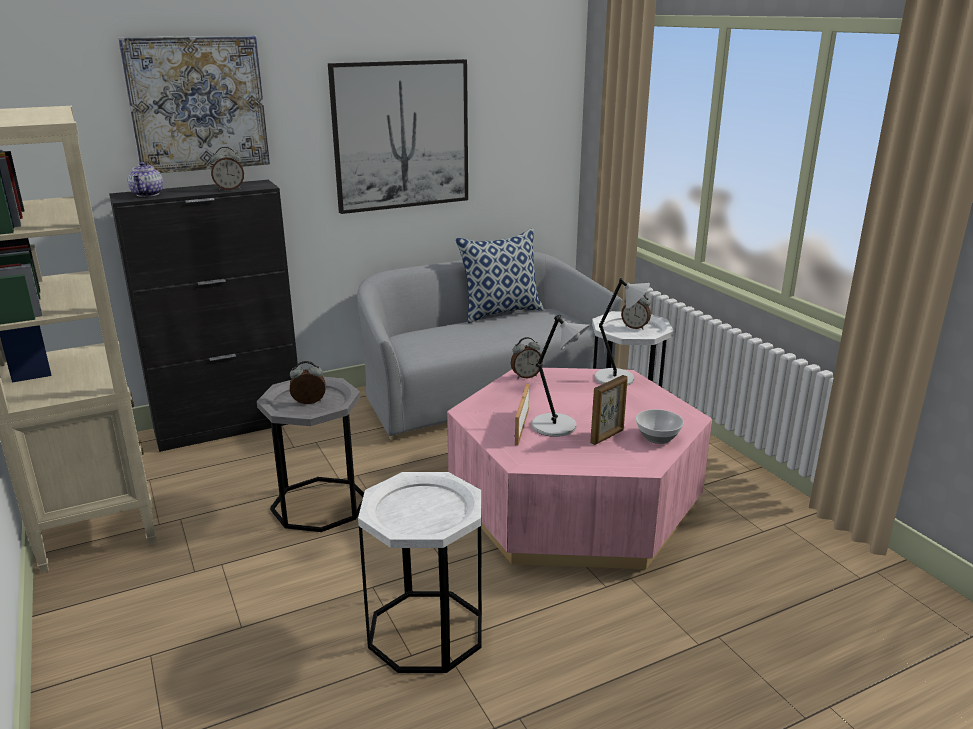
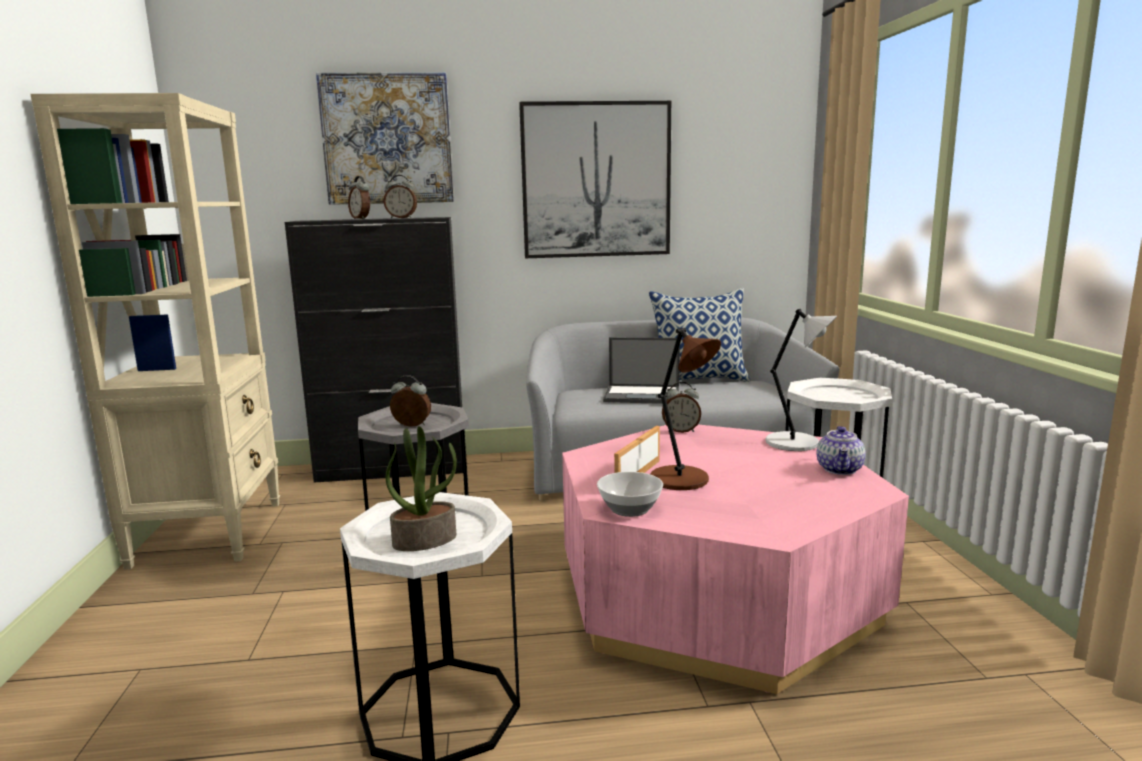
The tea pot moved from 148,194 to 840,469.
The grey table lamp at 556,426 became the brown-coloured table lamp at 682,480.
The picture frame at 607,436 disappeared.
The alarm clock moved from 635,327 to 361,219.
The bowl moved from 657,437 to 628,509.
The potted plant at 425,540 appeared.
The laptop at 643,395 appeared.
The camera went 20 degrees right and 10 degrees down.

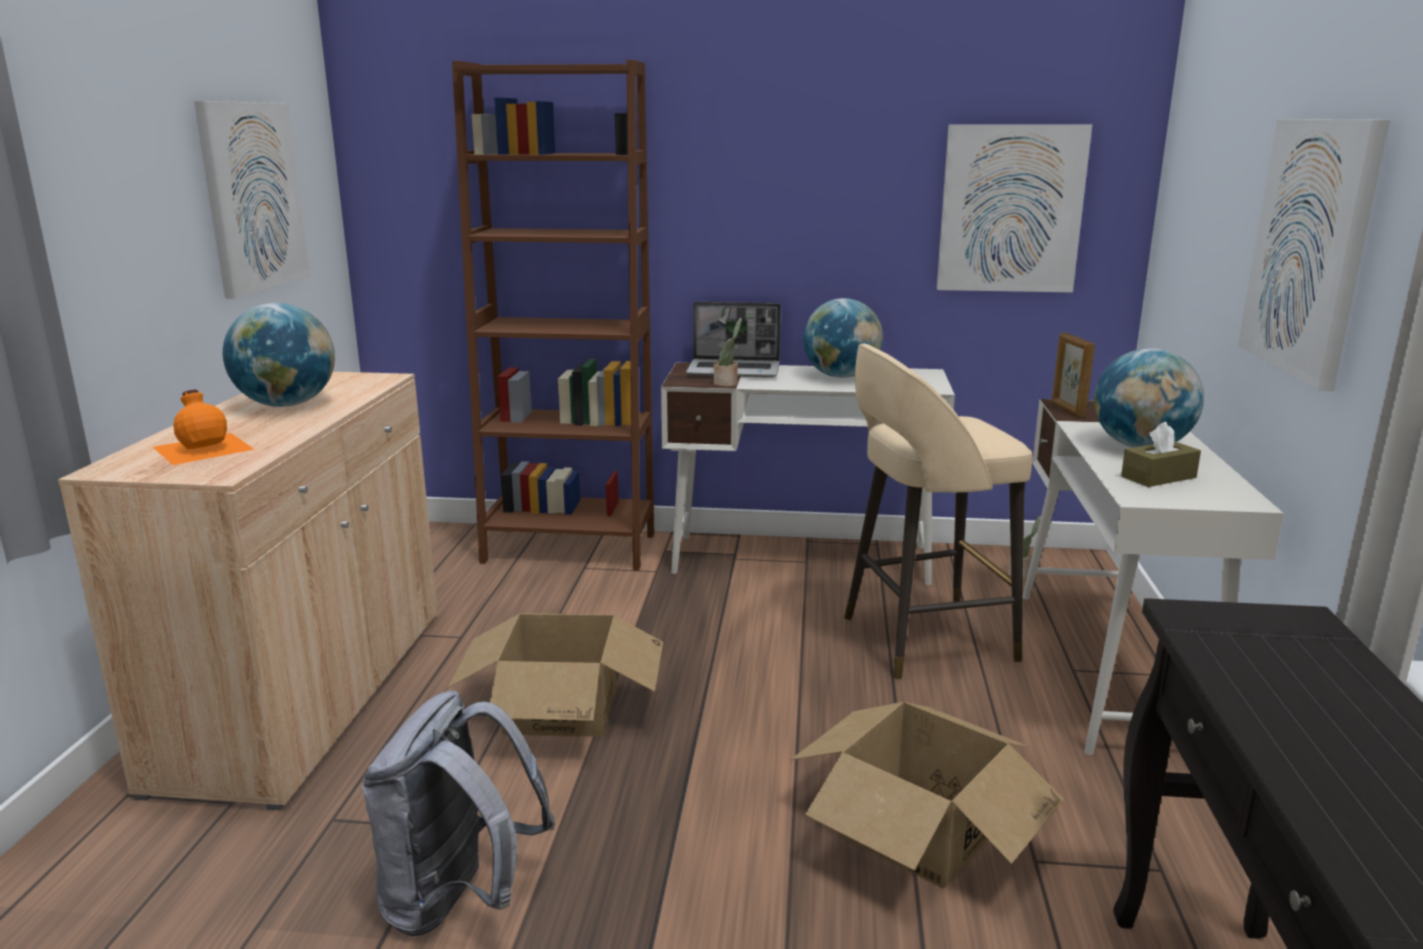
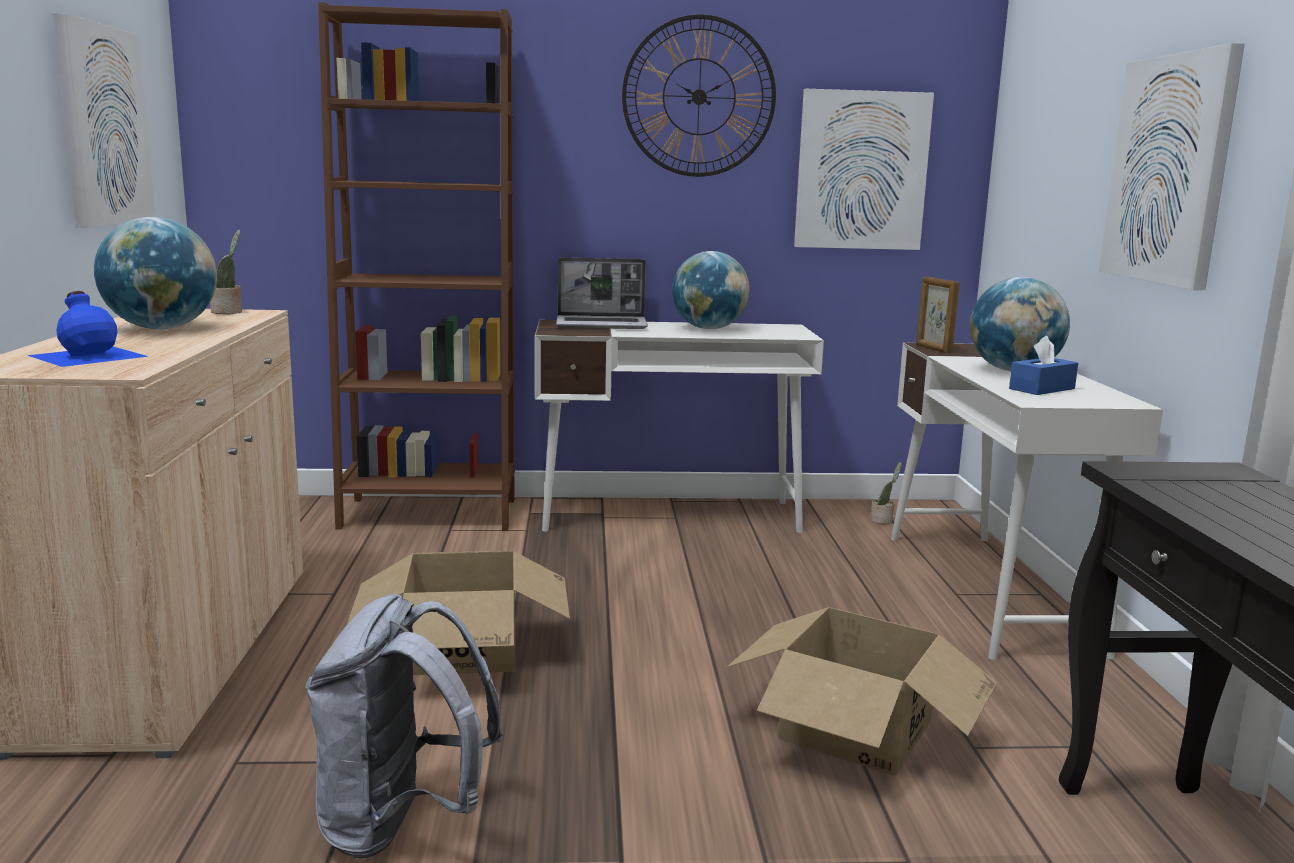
The orangey beverage bottle at 204,447 became the blue beverage bottle at 89,355.
The potted plant moved from 727,384 to 228,312.
The beige-coloured sitting stool at 923,639 disappeared.
The brown-coloured tissue holder at 1158,477 became the blue tissue holder at 1042,389.
The hanging clock at 699,97 appeared.
The camera went 10 degrees left and 5 degrees down.

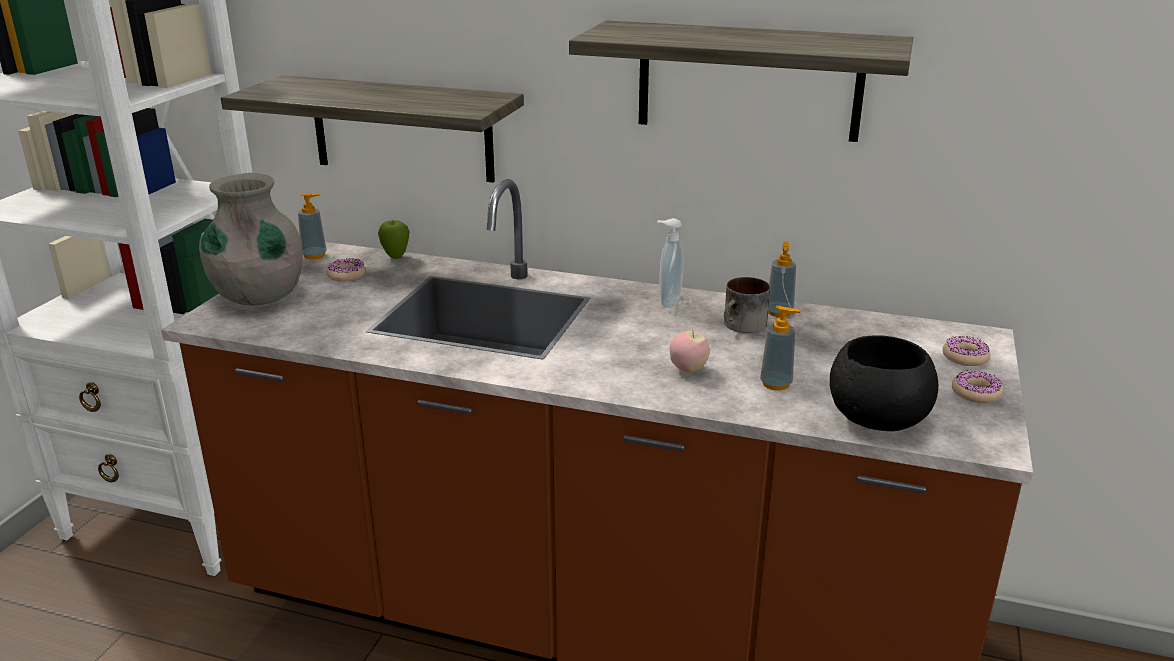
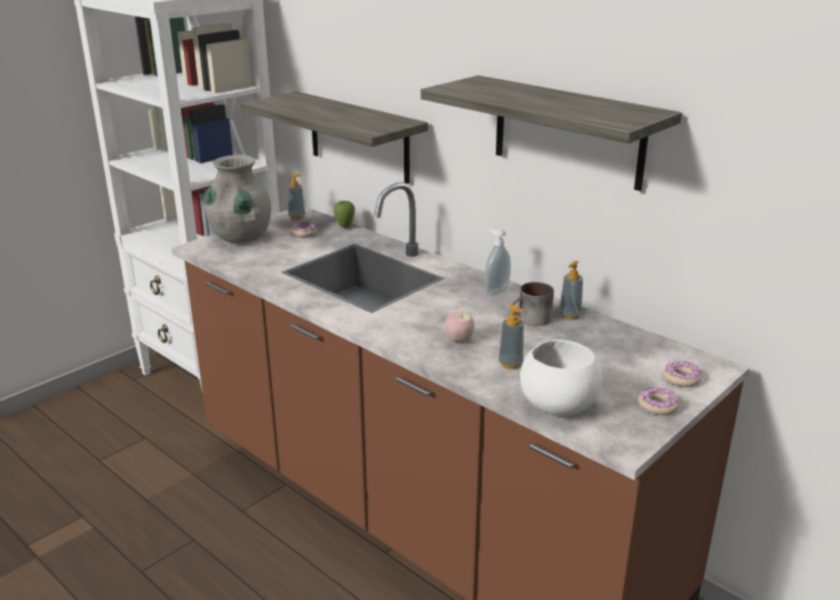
The black-coloured bowl at 876,417 became the whitish bowl at 558,404.
The camera went 25 degrees right and 0 degrees up.

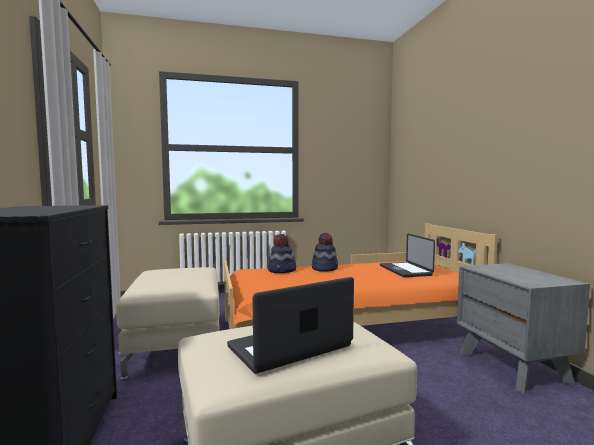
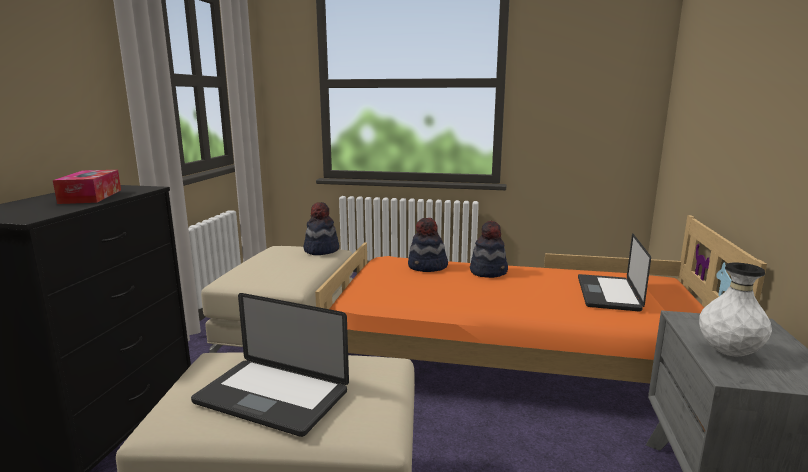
The laptop at 290,347 turned 150 degrees counterclockwise.
The tissue holder at 91,196 appeared.
The wearable hat at 321,250 appeared.
The whitish decorative vase at 728,353 appeared.
The camera went 25 degrees right and 10 degrees up.

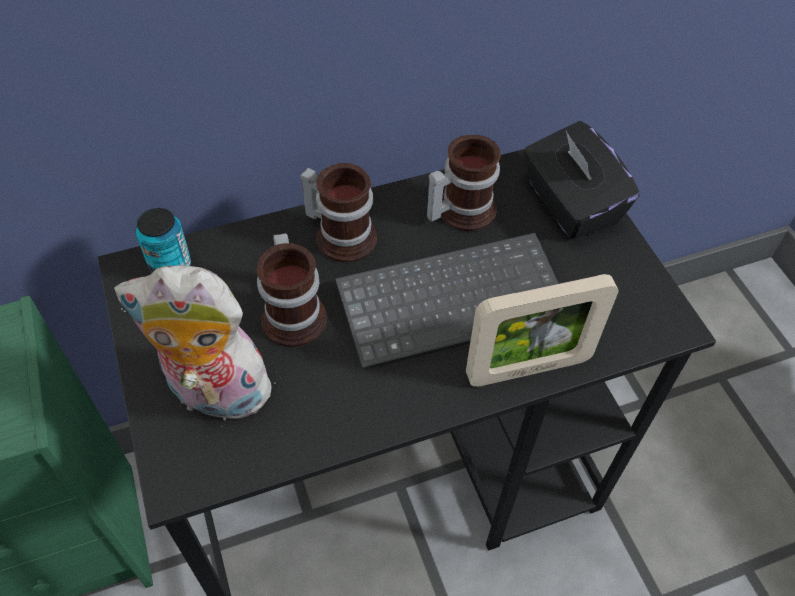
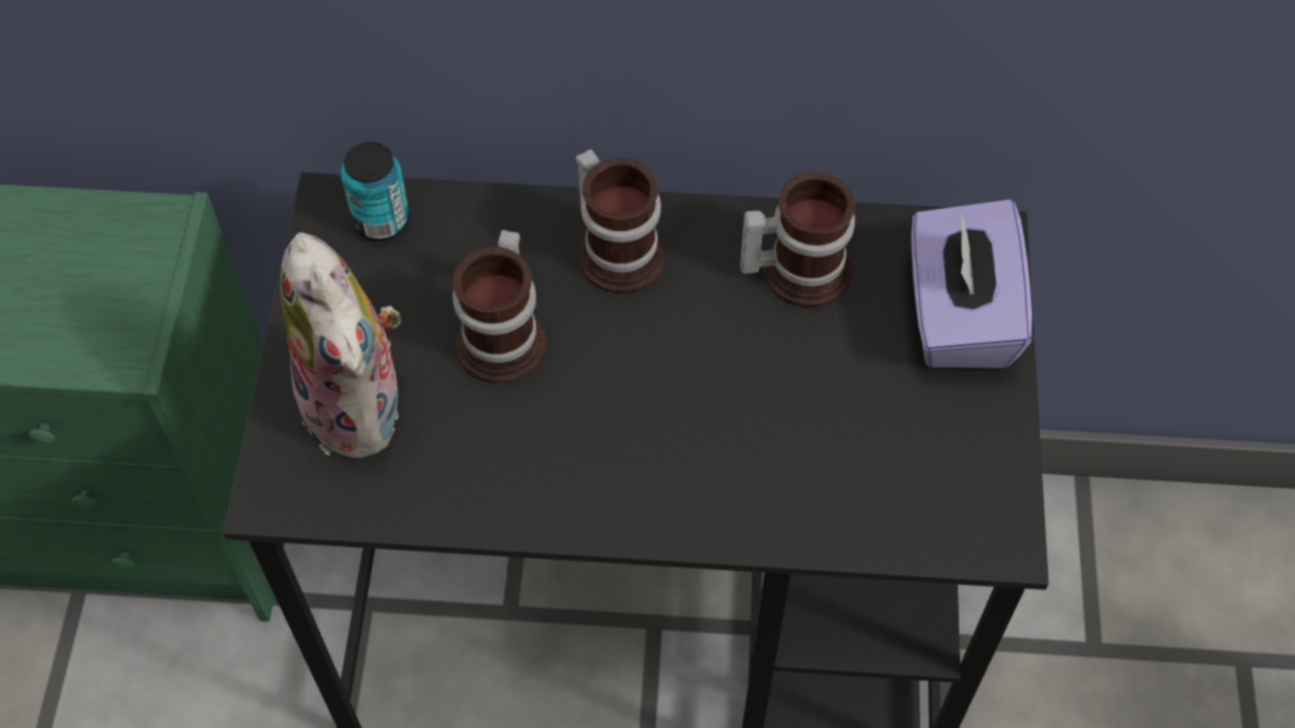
The plush toy at 214,395 turned 150 degrees counterclockwise.
The PC keyboard at 453,299 disappeared.
The picture frame at 528,369 disappeared.
The black-coloured tissue holder at 570,205 became the purplish tissue holder at 957,315.
The camera went 25 degrees right and 5 degrees up.

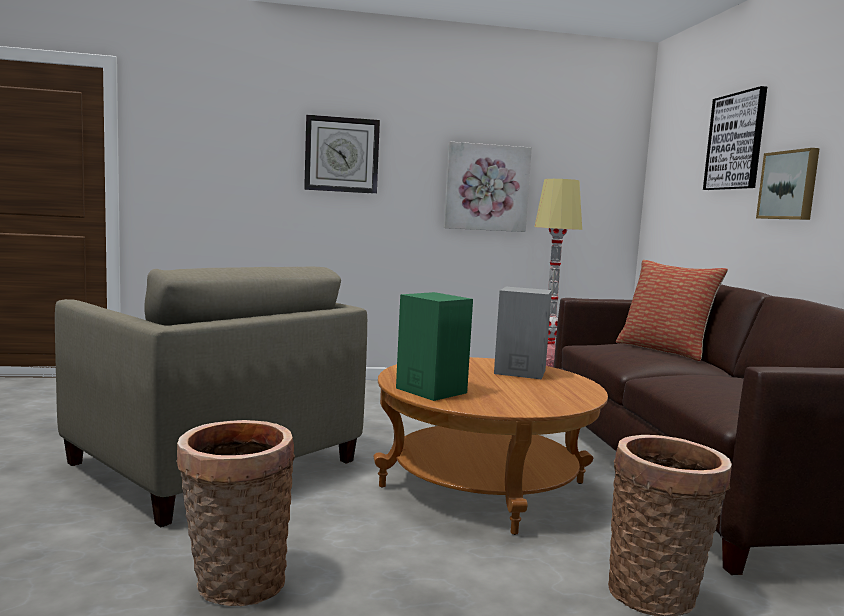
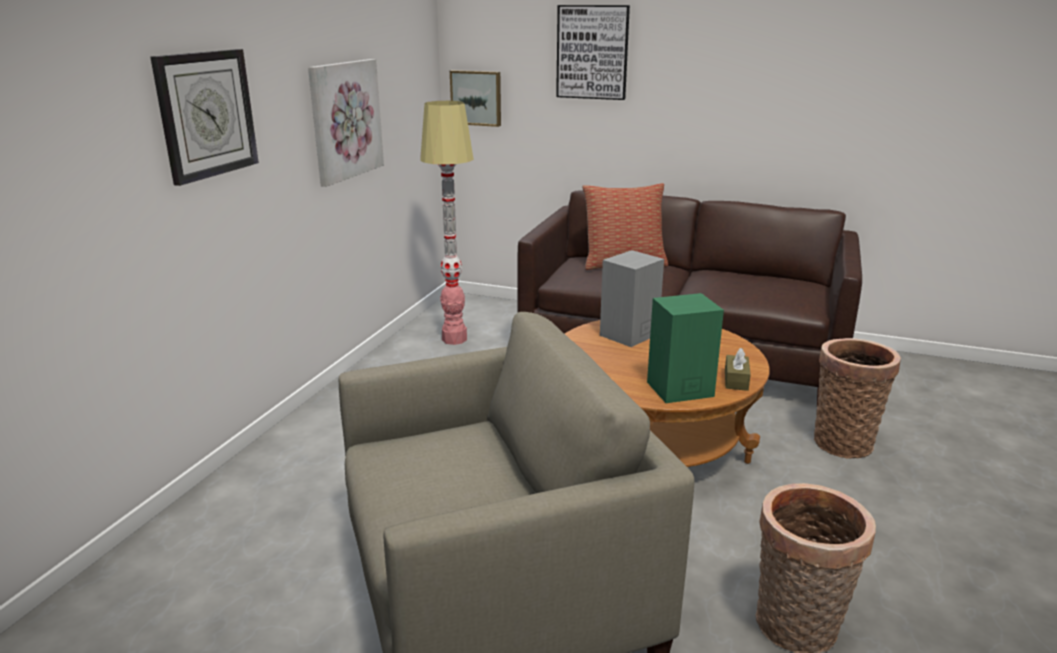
The picture moved from 789,185 to 476,98.
The brown-coloured tissue holder at 736,380 appeared.
The camera went 60 degrees left and 15 degrees up.

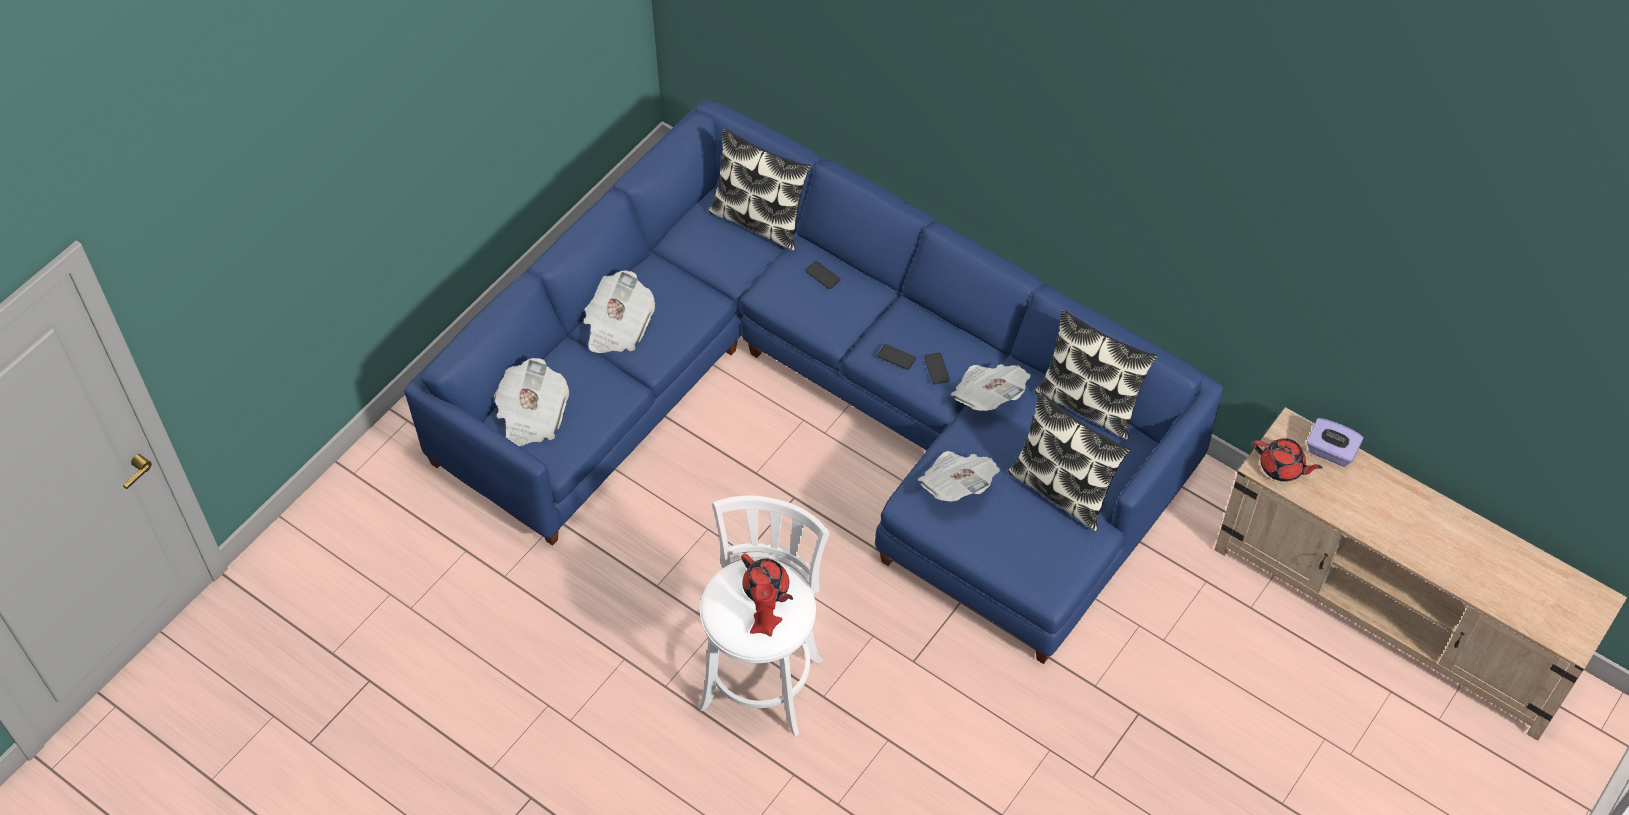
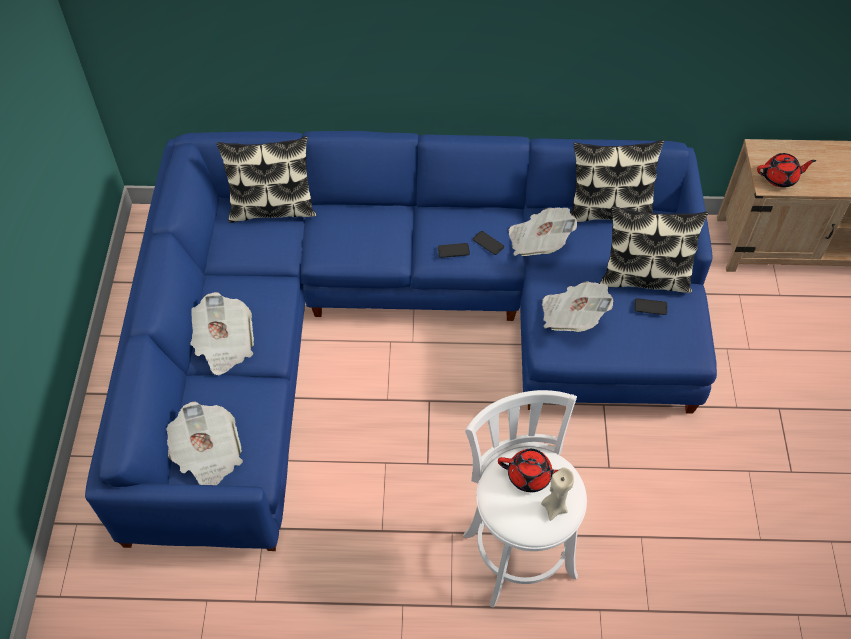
The red candle at 765,625 became the beige-coloured candle at 554,507.
The phone moved from 822,275 to 650,307.
The purplish tissue holder at 1330,452 disappeared.
The camera went 35 degrees left and 0 degrees up.

